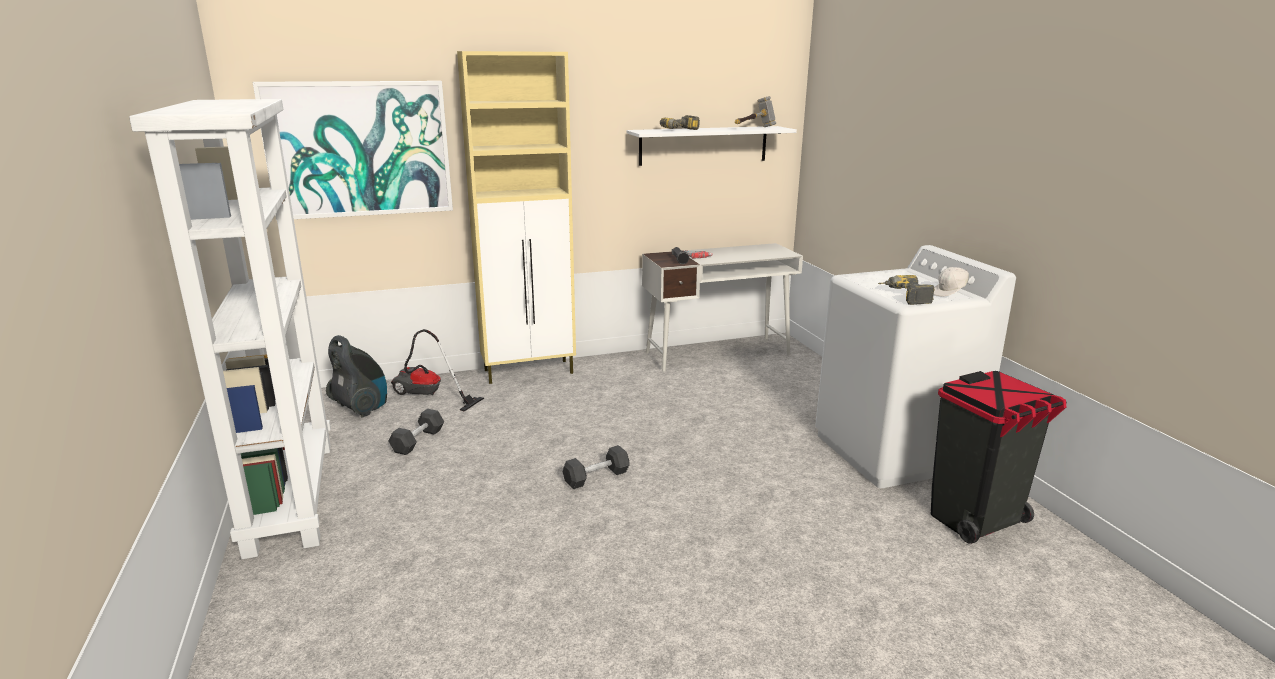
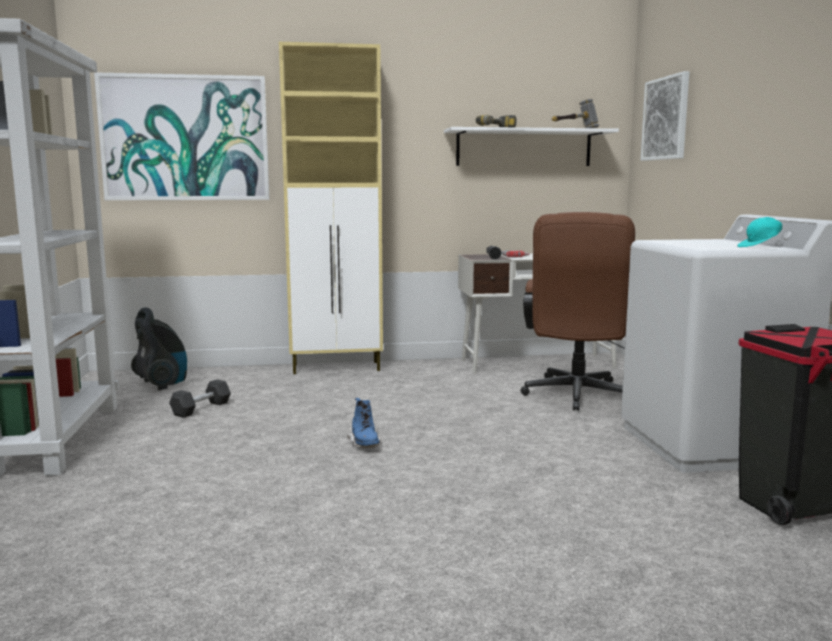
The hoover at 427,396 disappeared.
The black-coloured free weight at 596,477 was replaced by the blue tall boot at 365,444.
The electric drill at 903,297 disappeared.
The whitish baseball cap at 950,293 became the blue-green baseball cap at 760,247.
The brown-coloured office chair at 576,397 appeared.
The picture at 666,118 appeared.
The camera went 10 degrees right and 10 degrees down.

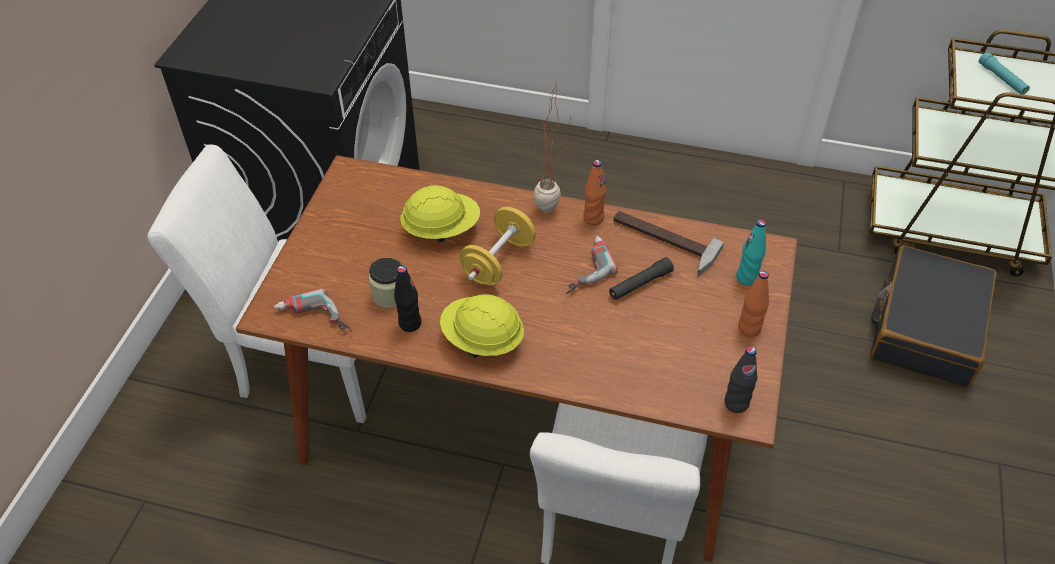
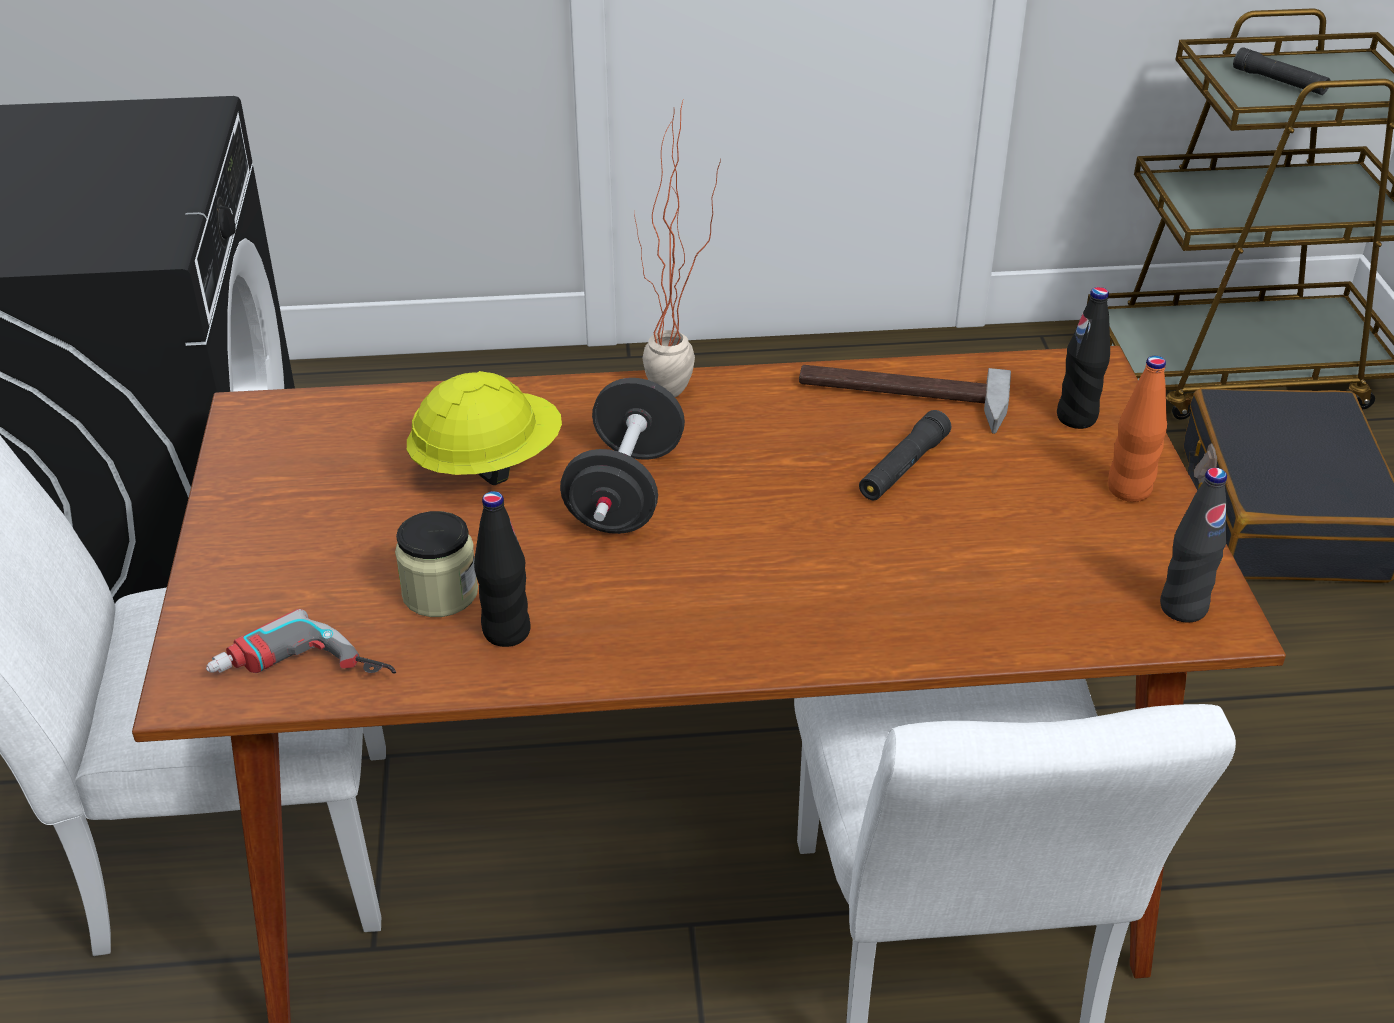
The yellowish work helmet at 482,340 disappeared.
The yellowish free weight at 498,262 became the black-coloured free weight at 625,492.
The electric drill at 583,268 disappeared.
The orangey beverage bottle at 593,218 disappeared.
The blue-green beverage bottle at 747,278 became the black-coloured beverage bottle at 1076,417.
The blue-green hand torch at 1002,79 became the black-coloured hand torch at 1279,82.
The camera went 20 degrees left and 10 degrees down.

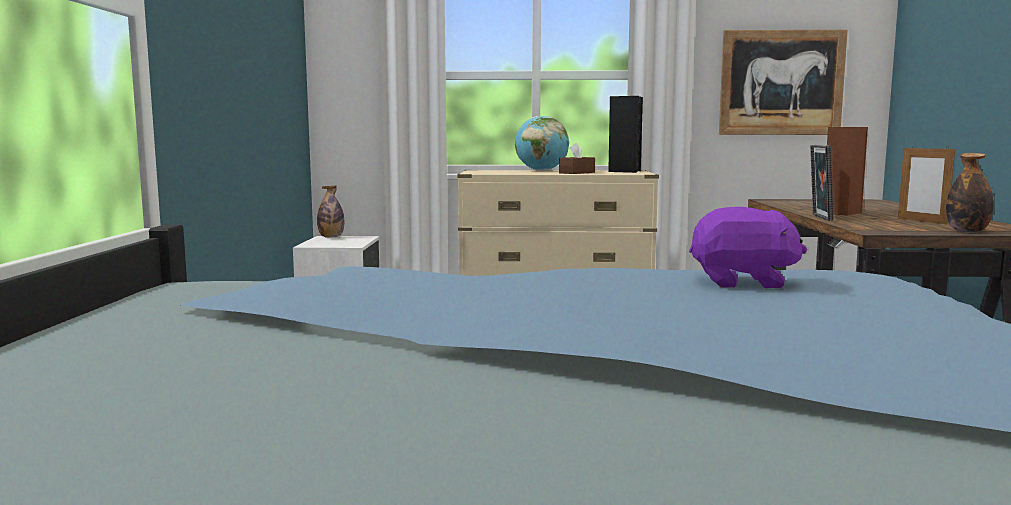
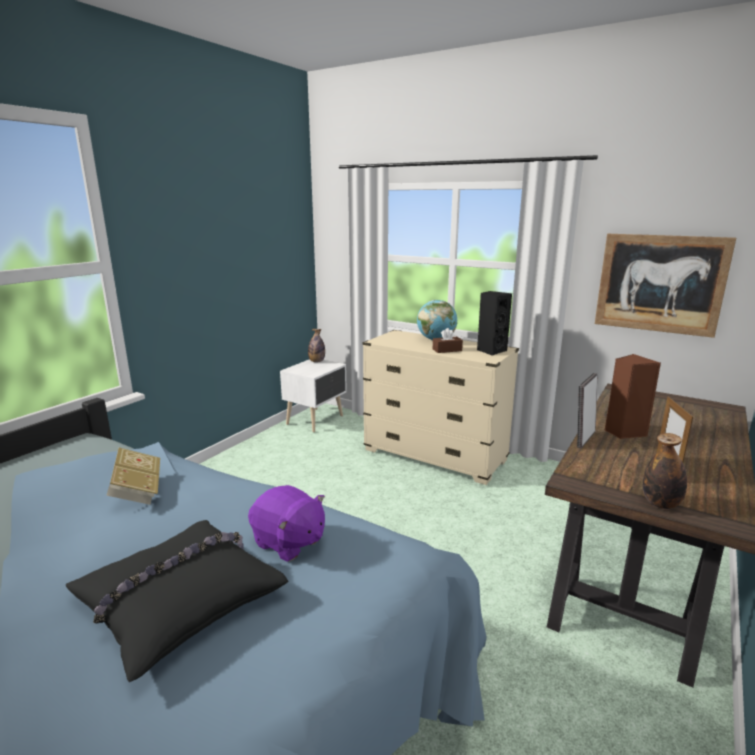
The black-coloured throw pillow at 180,600 appeared.
The bound book at 137,490 appeared.
The camera went 30 degrees right and 10 degrees up.

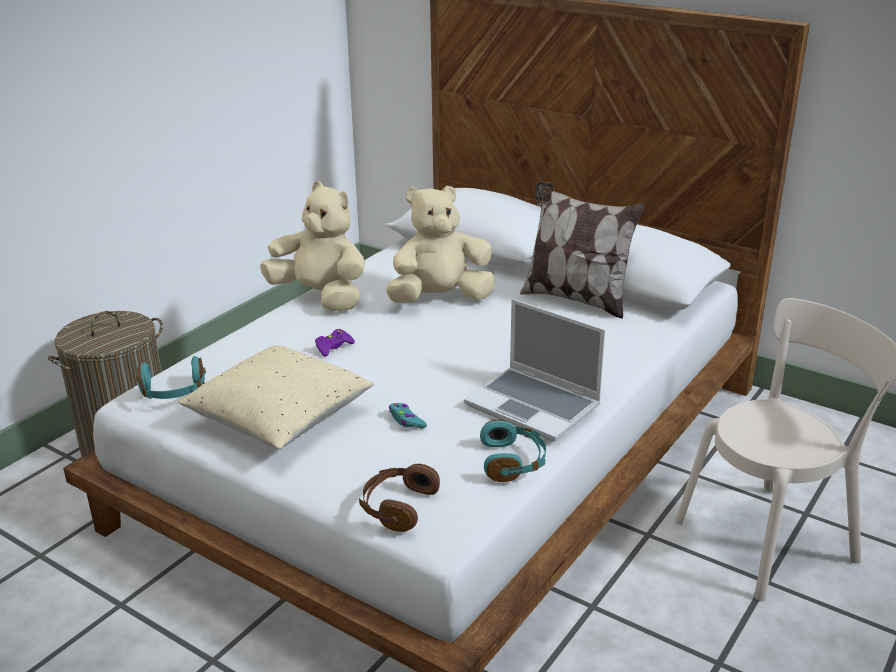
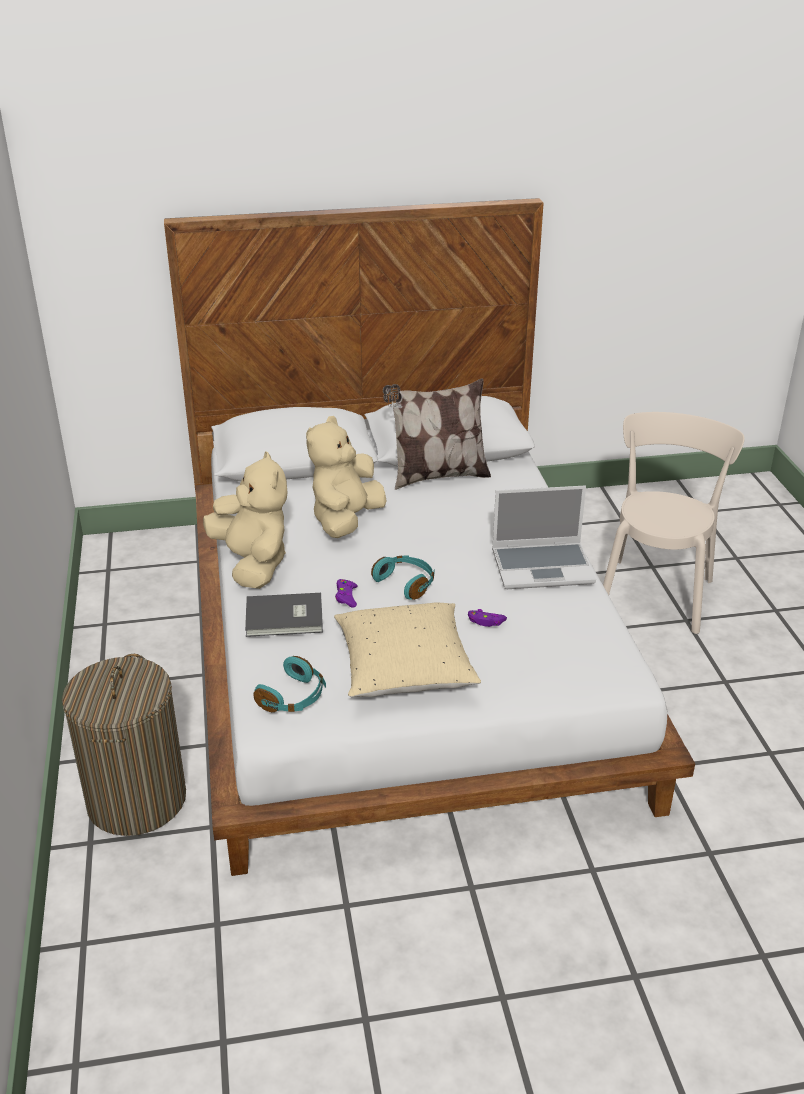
The beige-coloured plush toy at 321,297 turned 75 degrees clockwise.
The brown-coloured headset at 397,507 disappeared.
The blue-green gamepad at 406,421 became the purplish gamepad at 486,621.
The blue-green headset moved from 513,462 to 406,583.
The grey bound book at 285,618 appeared.
The camera went 45 degrees left and 5 degrees up.

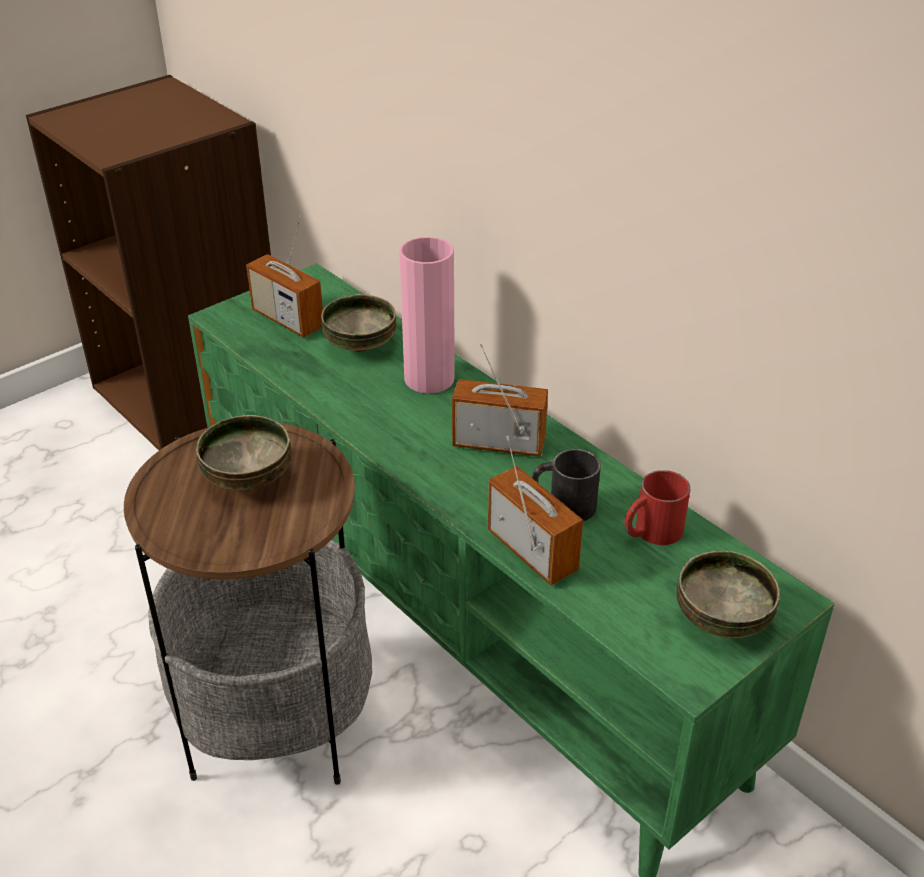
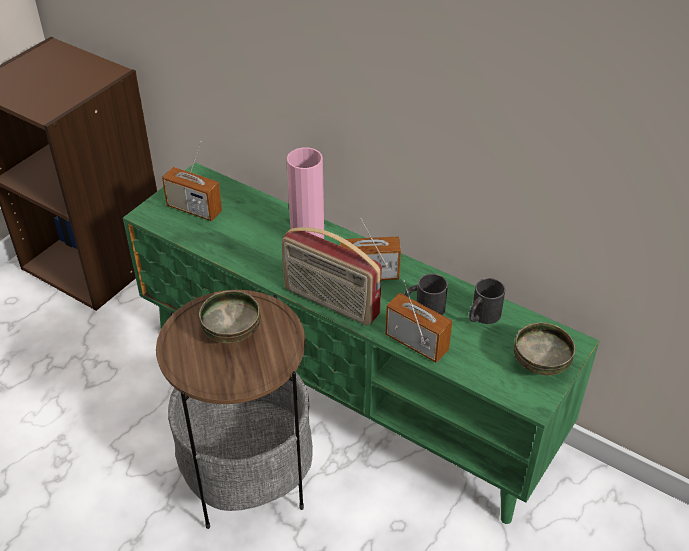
The bowl at 360,344 disappeared.
The red tea mug at 651,532 became the black-coloured tea mug at 482,316.
The radio receiver at 330,302 appeared.
The camera went 15 degrees left and 5 degrees up.

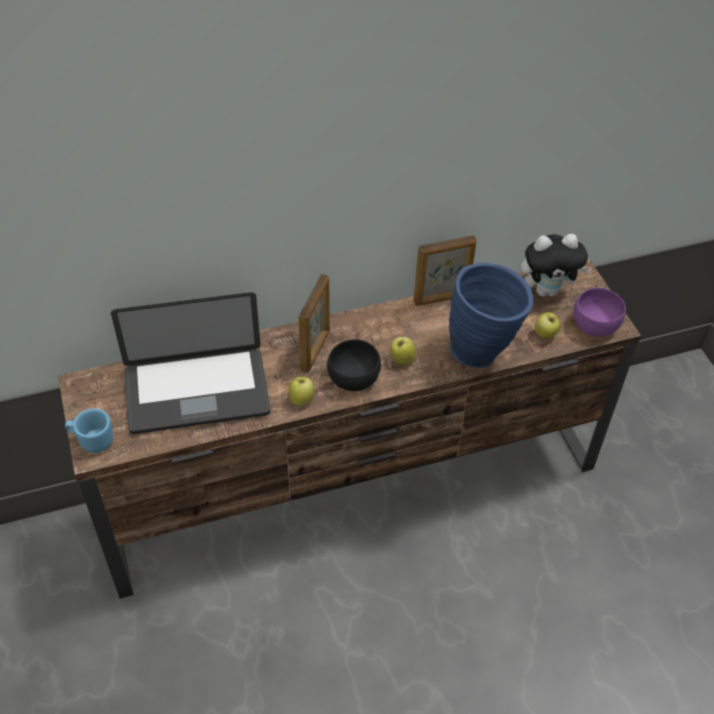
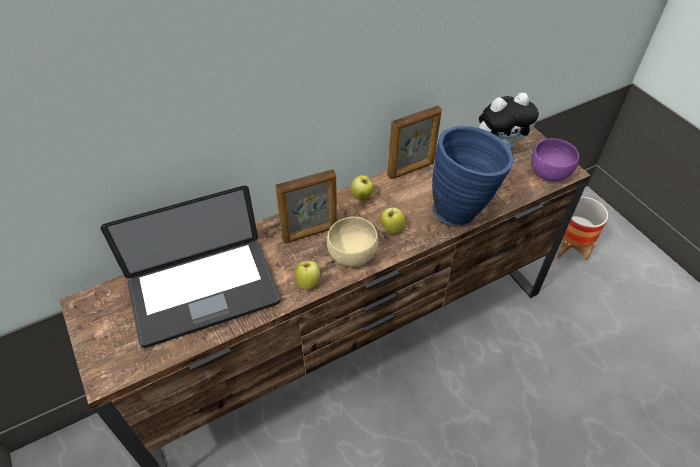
The blue tea mug at 92,440 disappeared.
The picture frame at 315,350 turned 60 degrees clockwise.
The black-coloured bowl at 353,378 became the beige-coloured bowl at 351,254.
The apple moved from 545,335 to 362,196.
The plant pot at 569,247 appeared.
The camera went 10 degrees left and 0 degrees up.

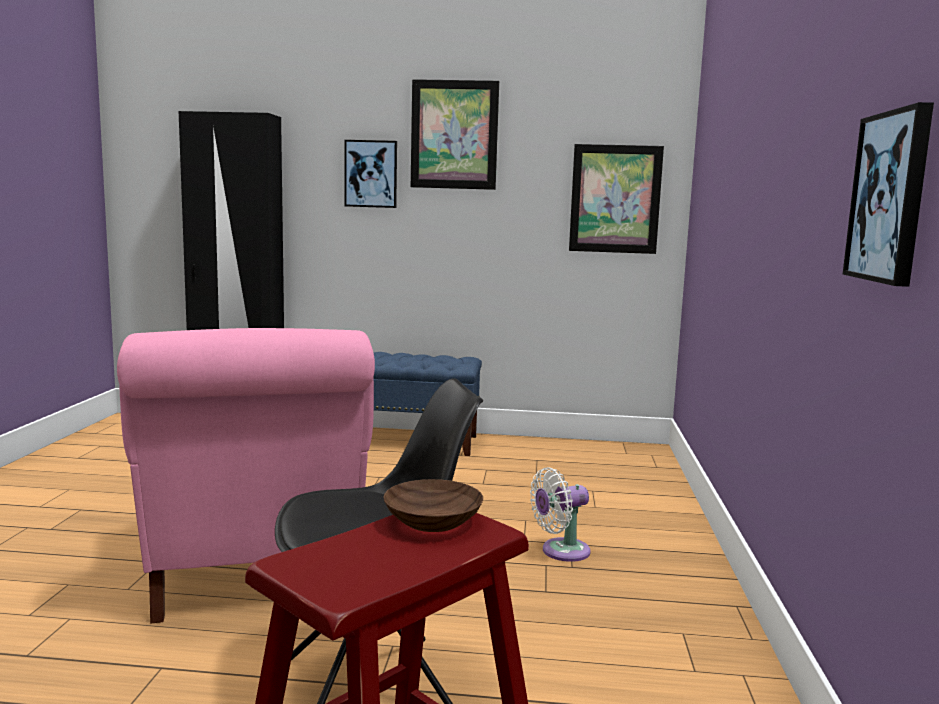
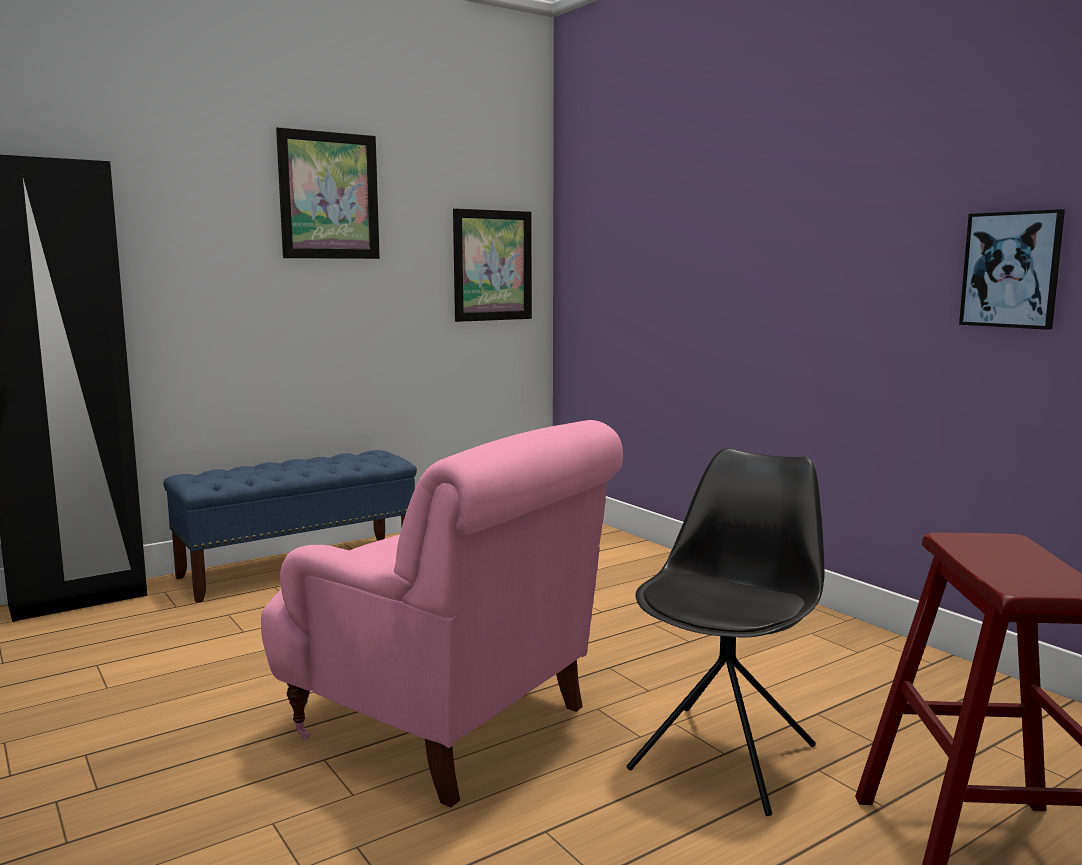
The picture at 371,174 disappeared.
The brown-coloured bowl at 435,521 disappeared.
The whitish cooling fan at 561,551 disappeared.
The camera went 40 degrees left and 0 degrees up.

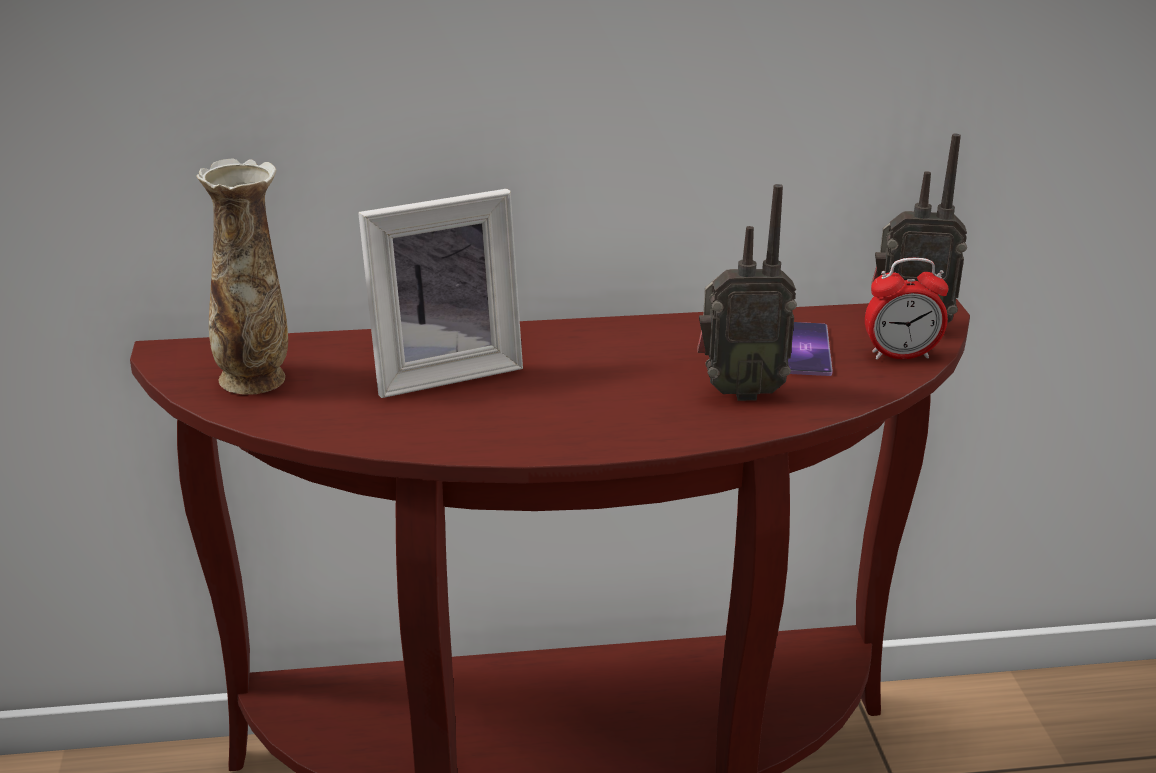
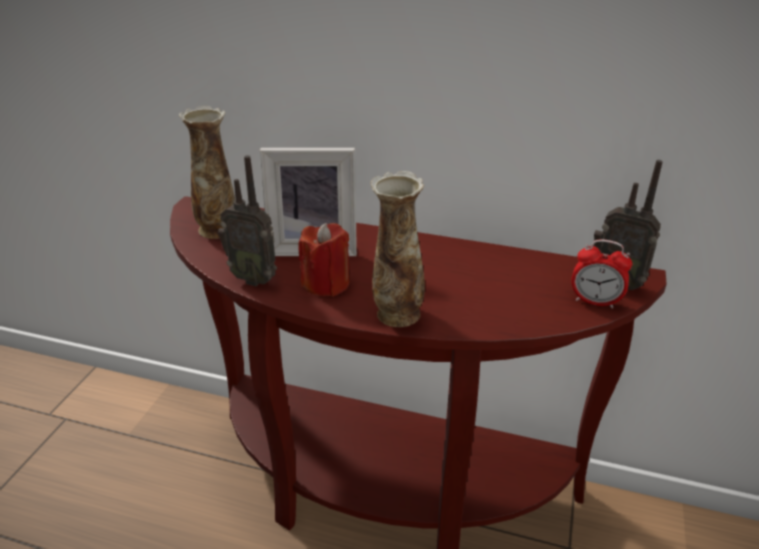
The radio receiver moved from 739,391 to 254,278.
The phone at 805,349 disappeared.
The red candle at 326,283 appeared.
The decorative vase at 397,314 appeared.
The camera went 25 degrees right and 5 degrees up.

